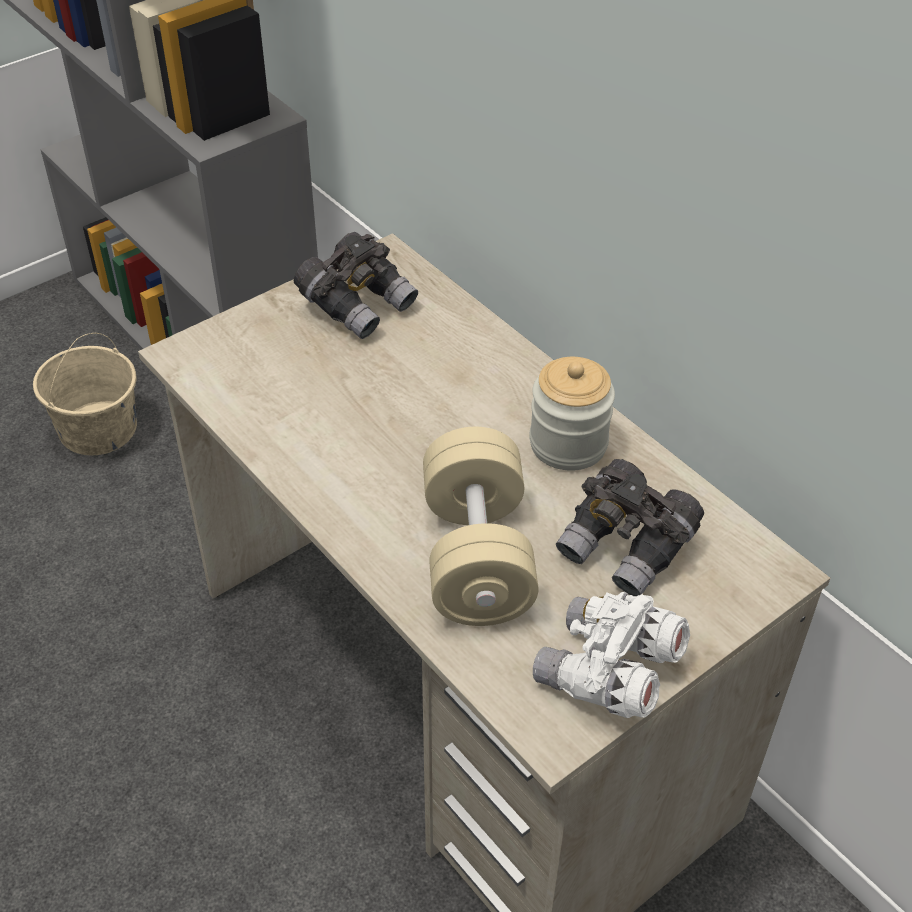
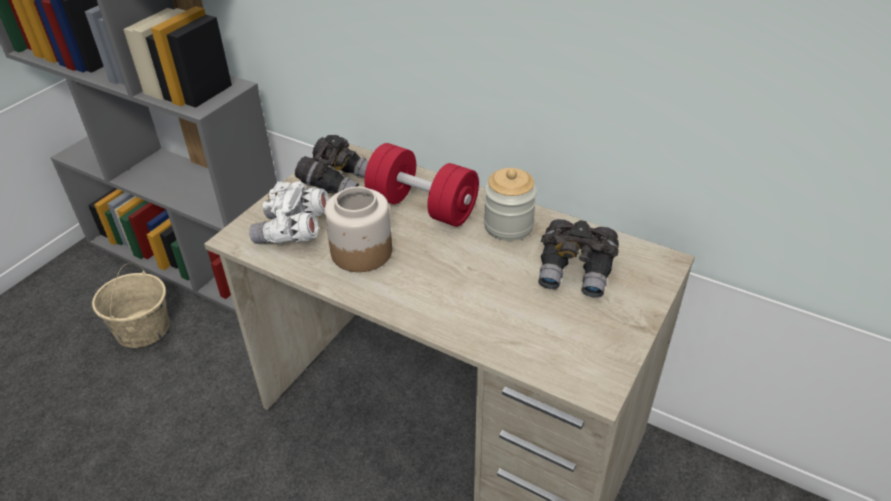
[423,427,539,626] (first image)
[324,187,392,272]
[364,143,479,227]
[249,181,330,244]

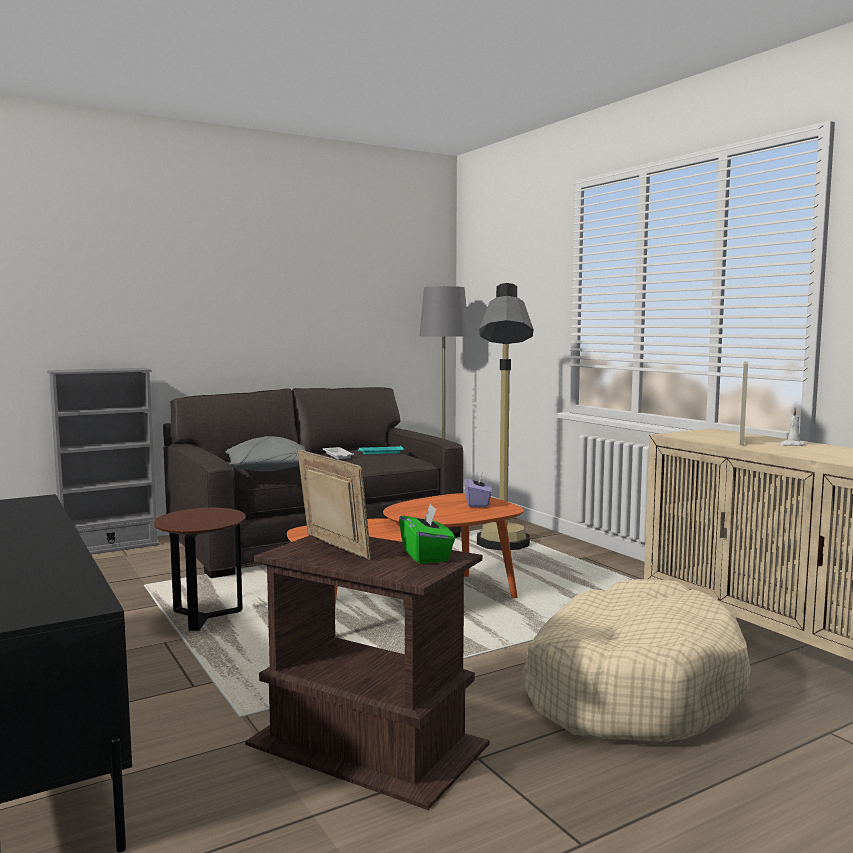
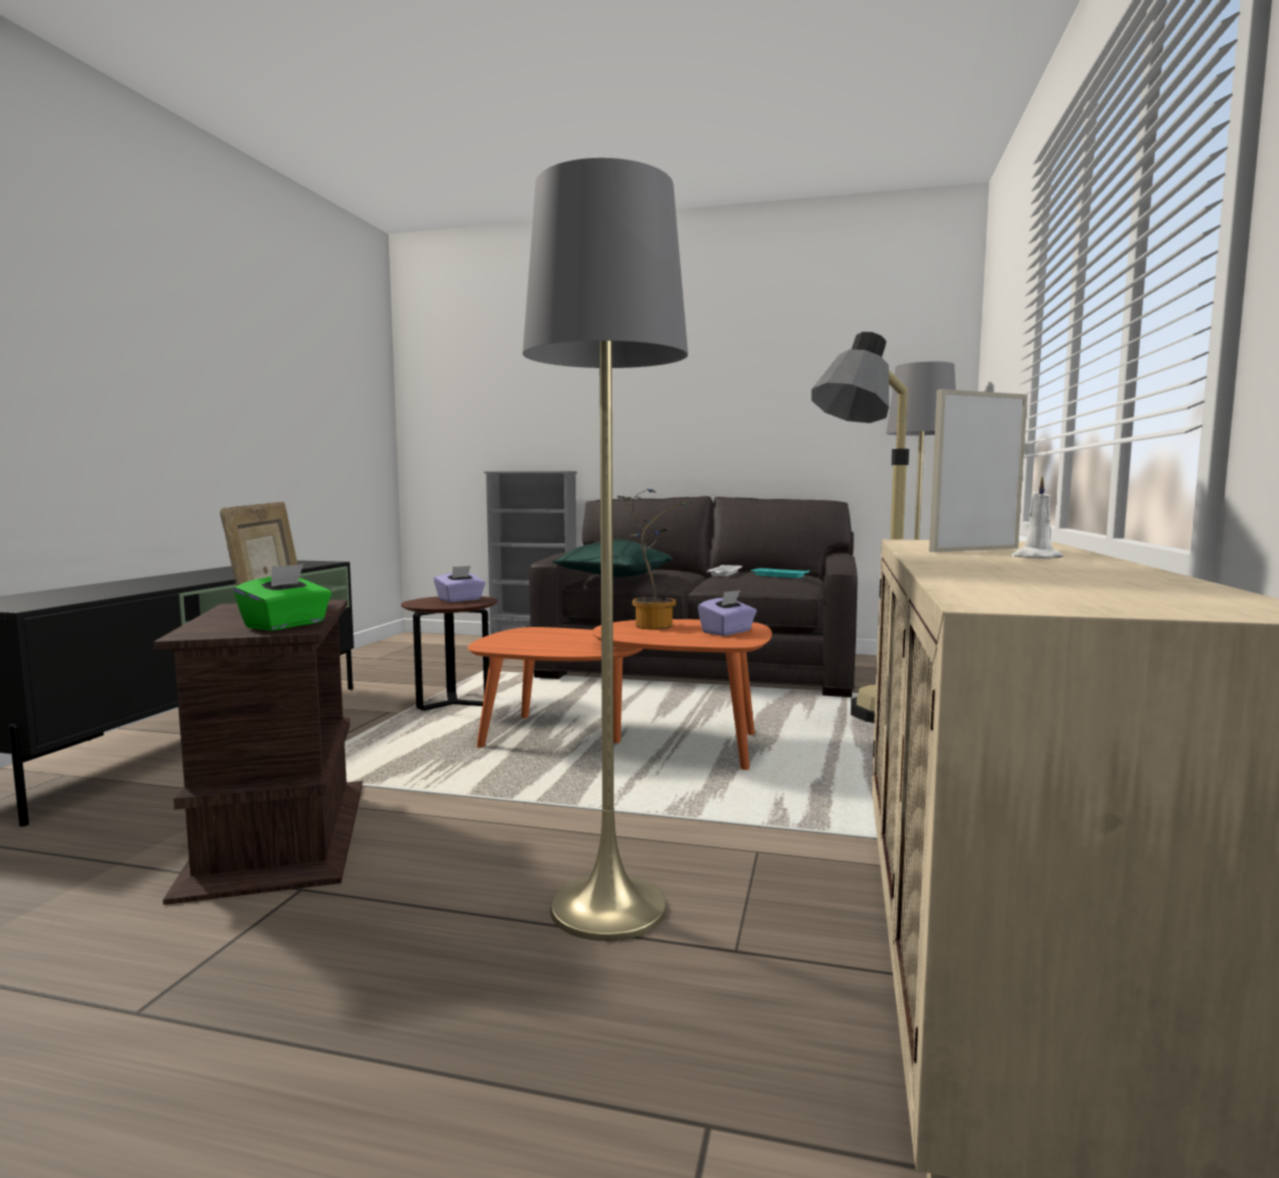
[434,566,485,602]
[617,489,691,630]
[523,158,688,941]
[552,539,673,577]

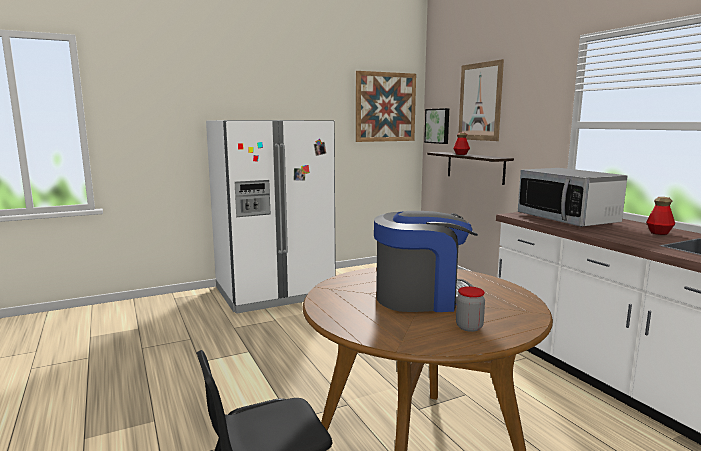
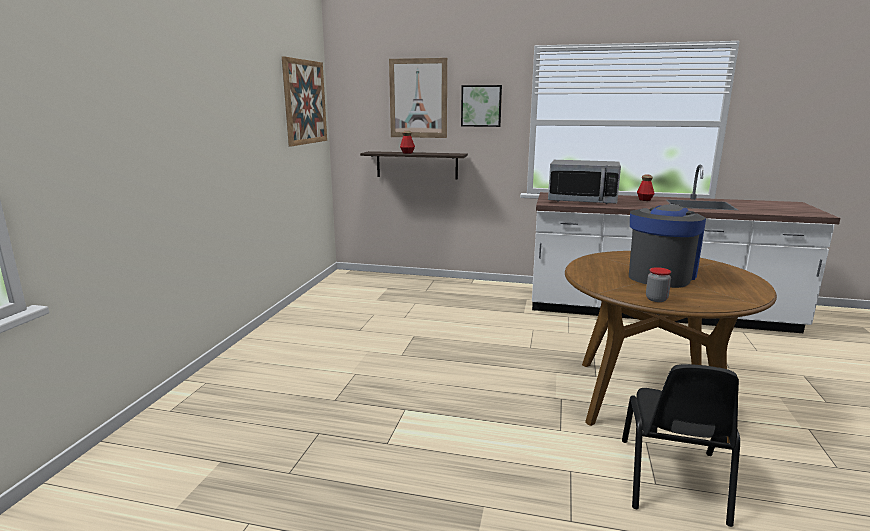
[206,120,336,314] (first image)
[461,85,502,127]
[646,267,671,302]

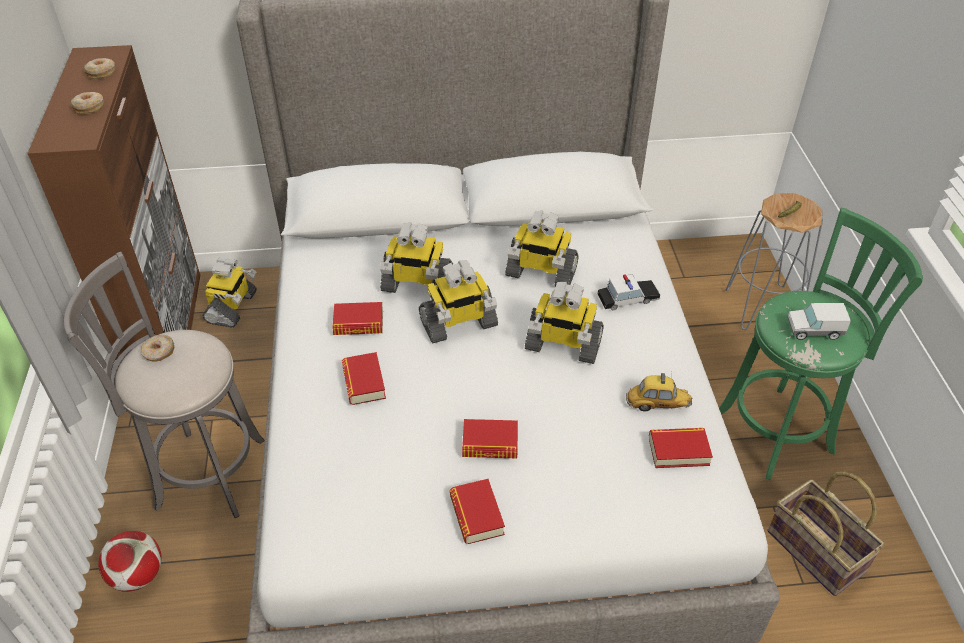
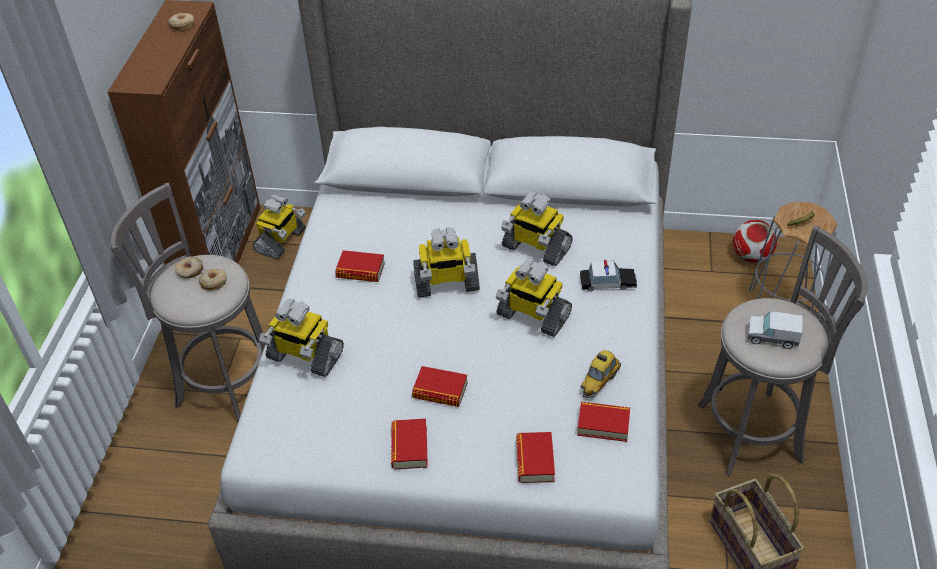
[199,269,227,291]
[733,220,777,263]
[516,432,555,483]
[259,299,344,377]
[697,225,867,476]
[581,350,621,399]

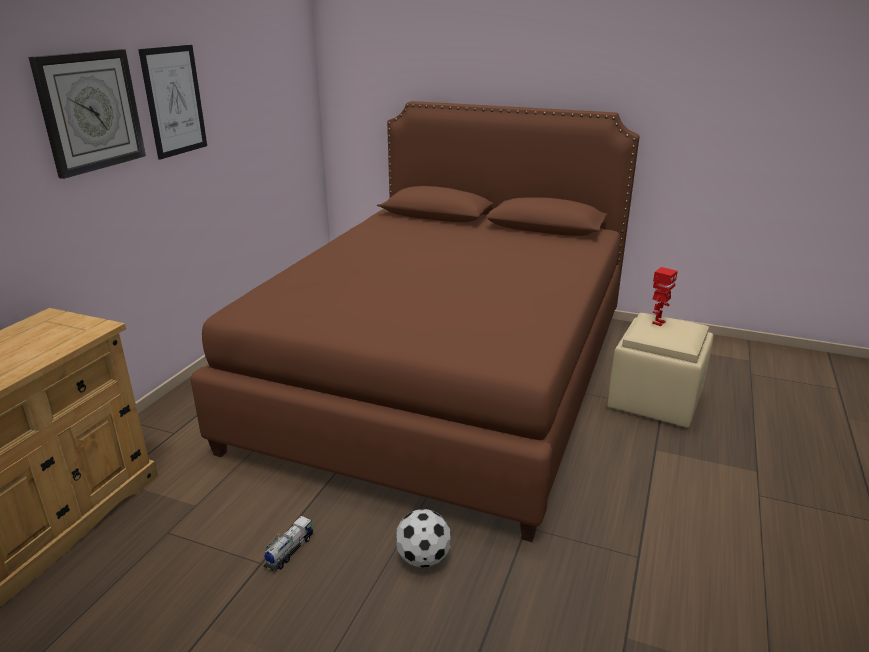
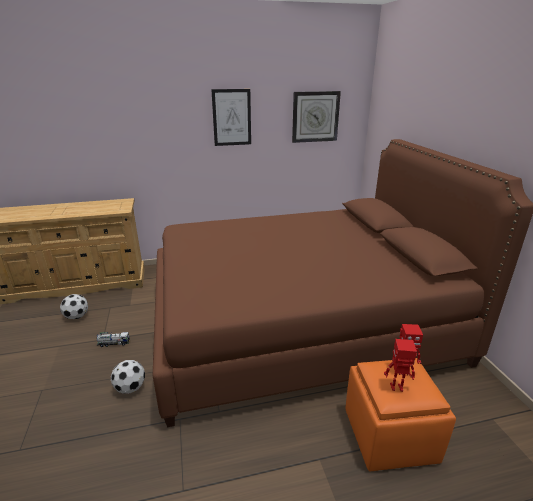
[60,294,88,319]
[384,339,417,392]
[292,91,341,143]
[345,358,456,471]

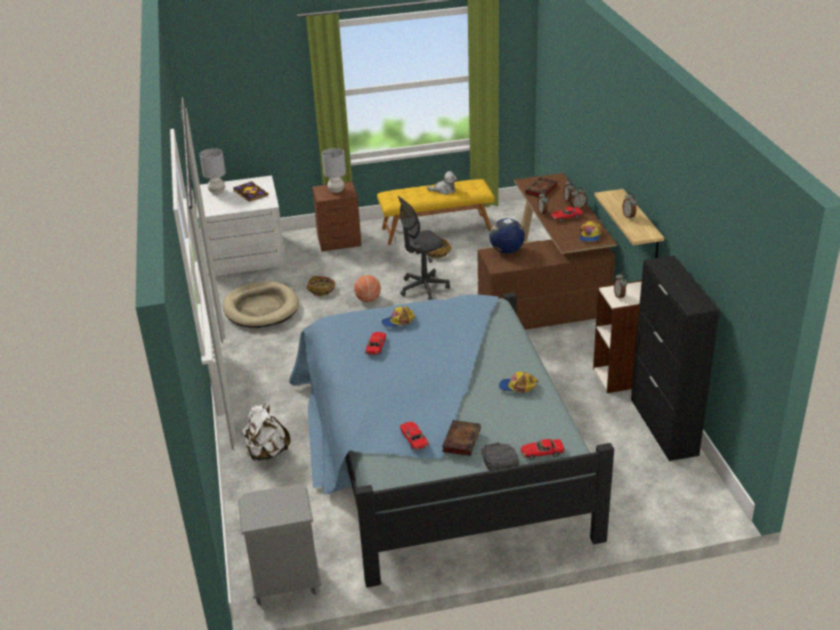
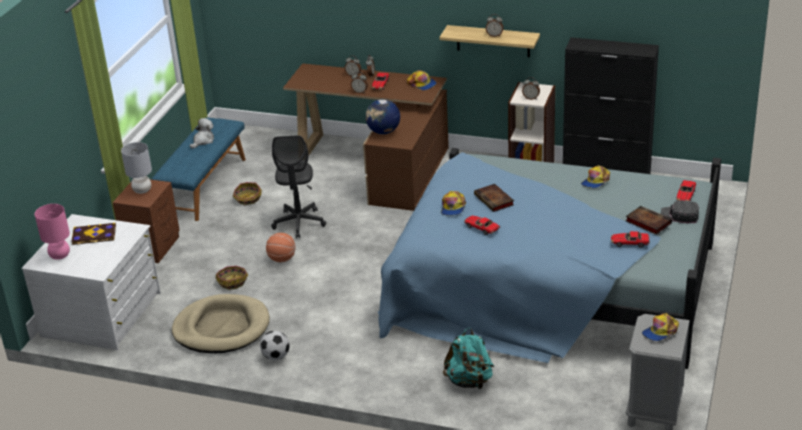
[260,331,290,360]
[642,313,679,341]
[474,184,514,212]
[35,204,70,260]
[443,328,494,389]
[151,118,246,221]

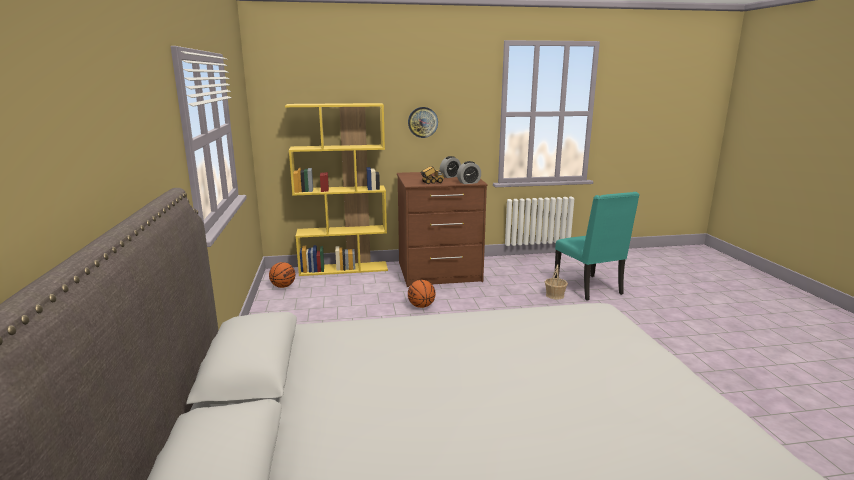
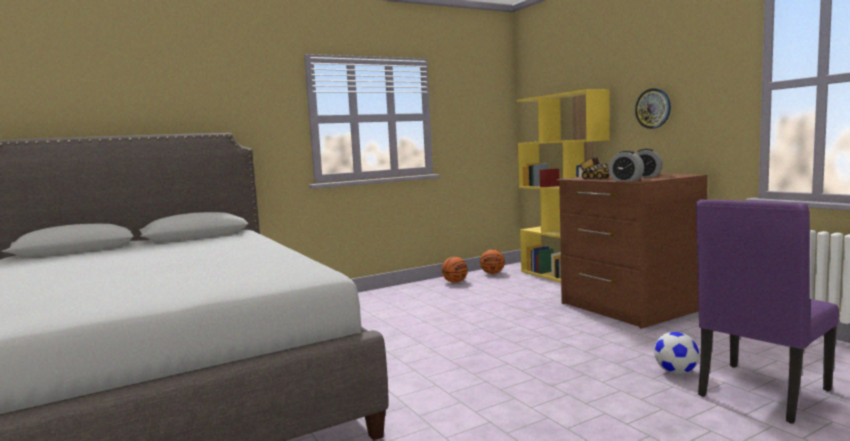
[442,257,468,283]
[654,332,699,374]
[696,199,839,424]

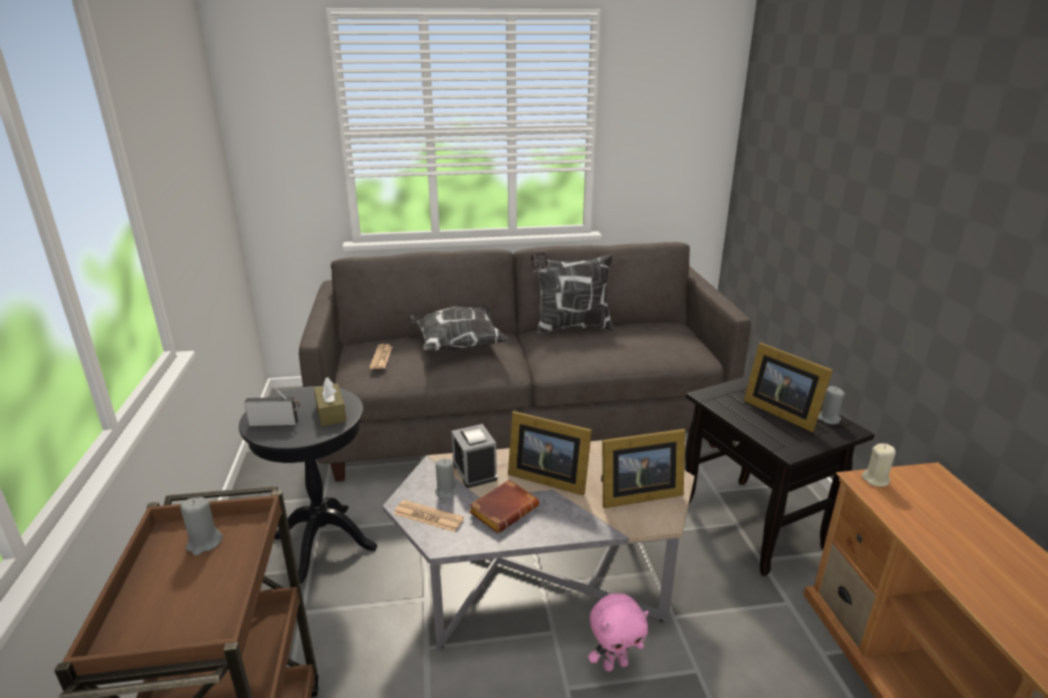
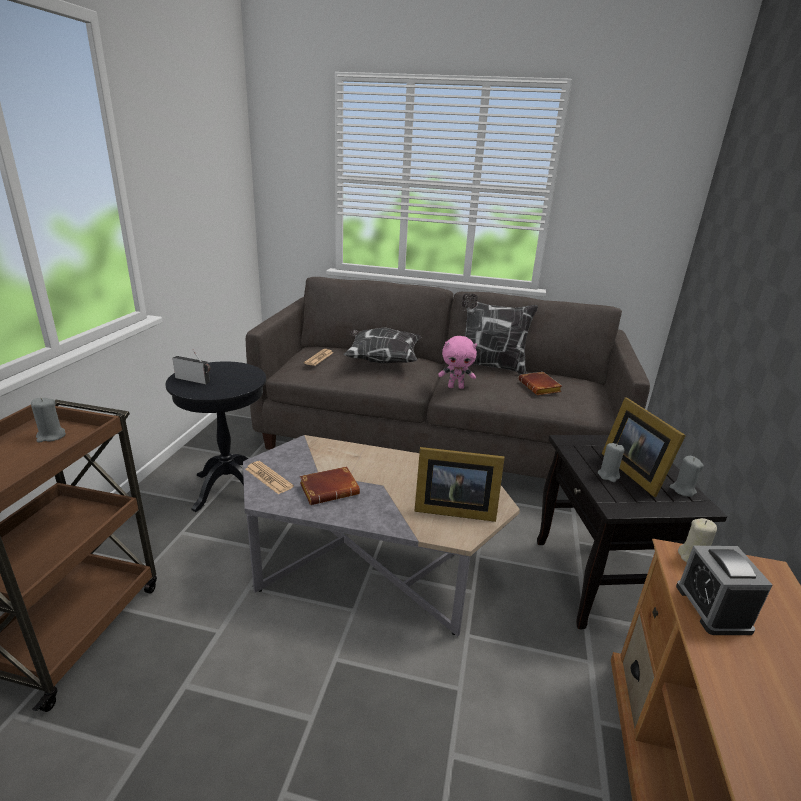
[314,377,347,426] (first image)
[508,411,592,496] (first image)
[518,372,562,395]
[598,443,624,482]
[676,546,772,635]
[438,336,477,389]

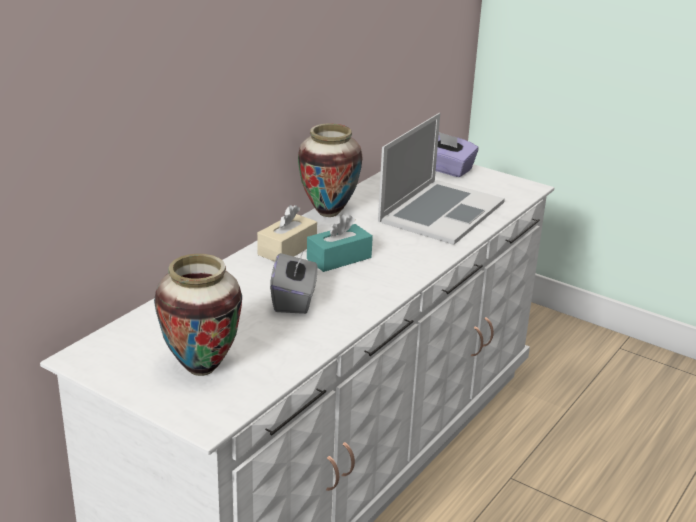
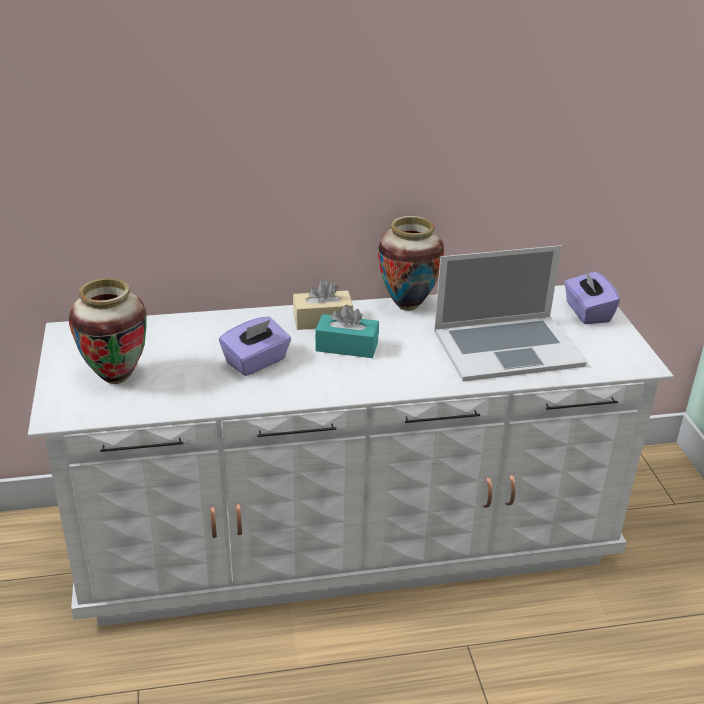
[219,317,291,376]

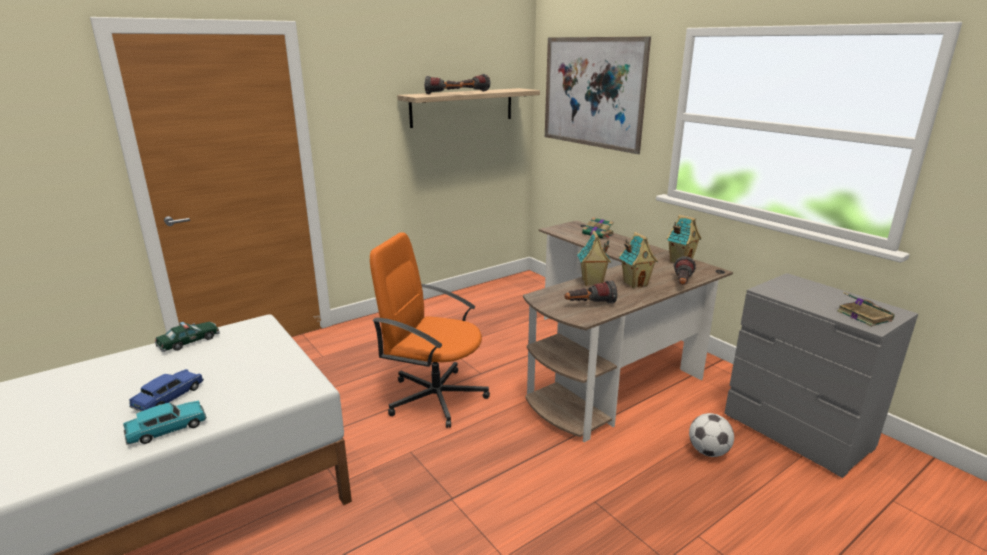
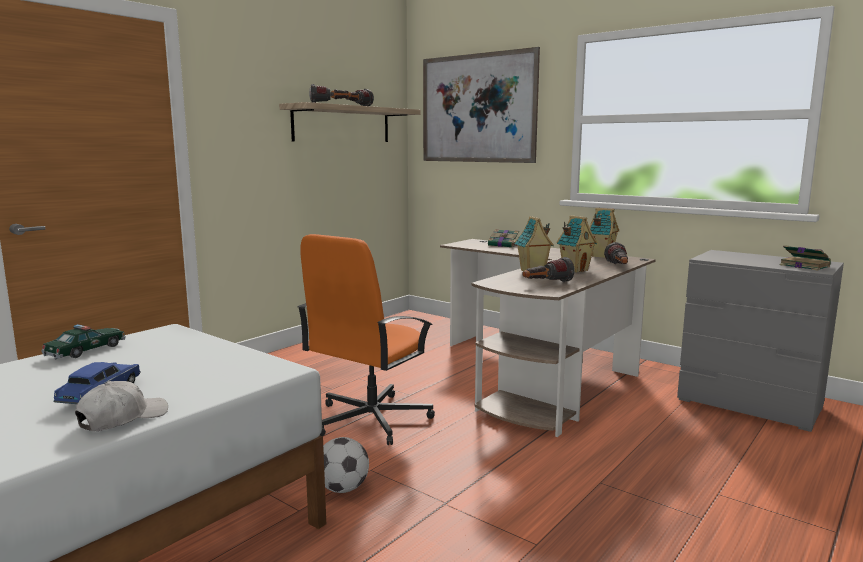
[323,437,369,493]
[75,381,168,431]
[297,234,435,445]

